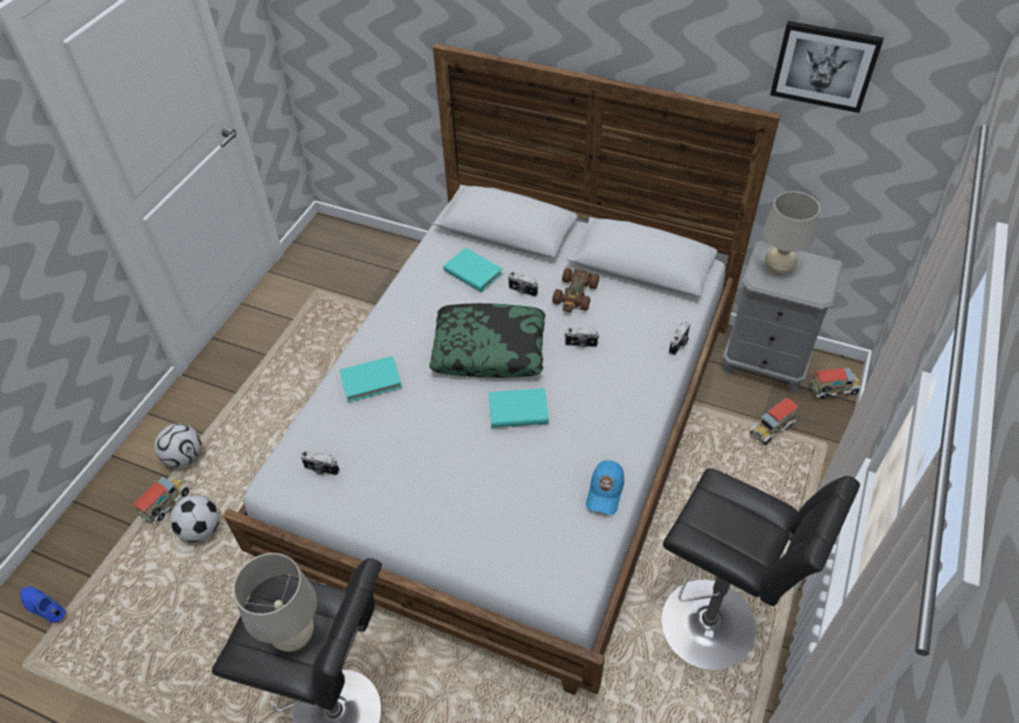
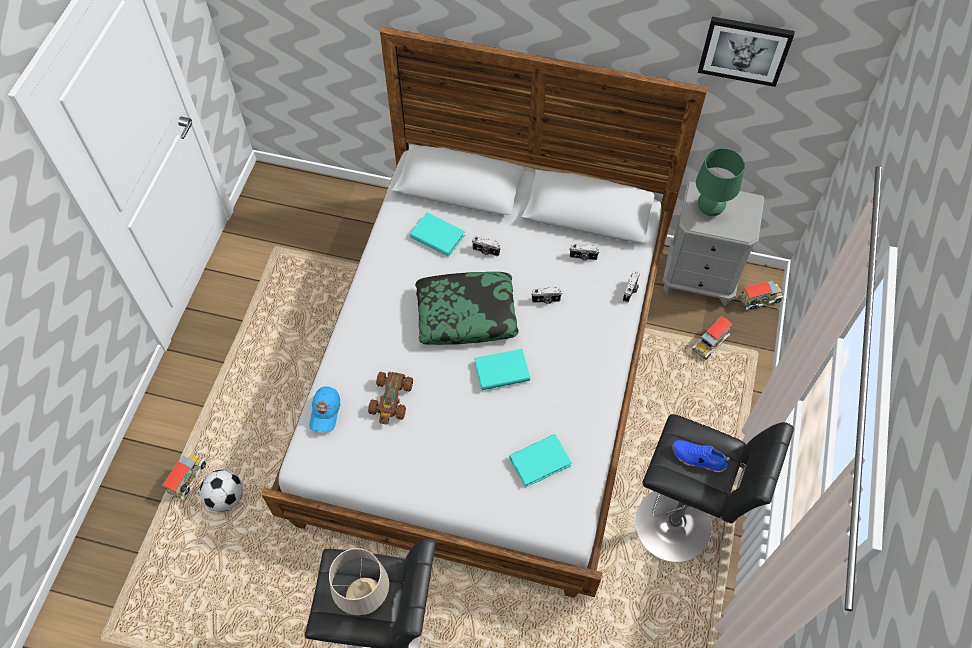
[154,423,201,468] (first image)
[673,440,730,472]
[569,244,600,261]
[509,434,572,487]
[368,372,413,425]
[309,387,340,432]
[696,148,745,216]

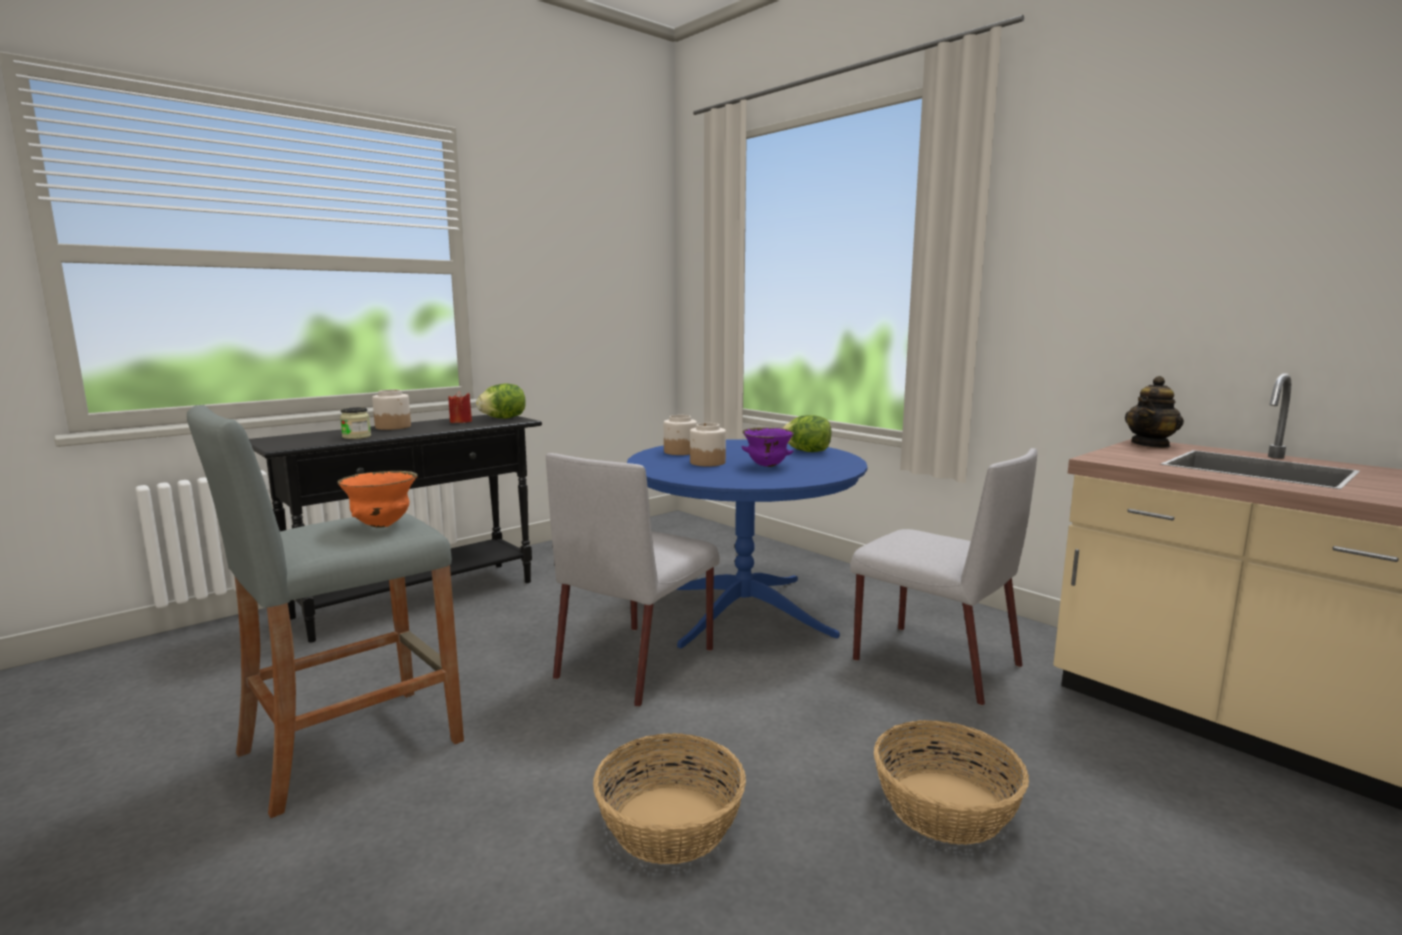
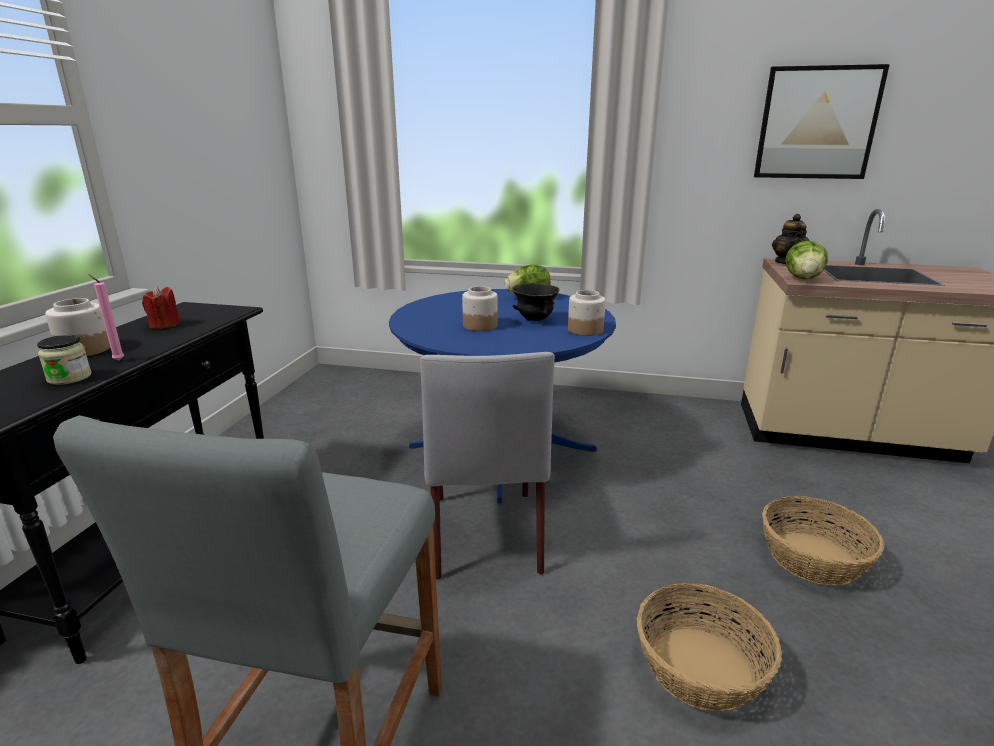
[337,471,418,528] (first image)
[850,448,1037,706] (first image)
[88,274,124,361]
[754,64,890,179]
[786,241,828,279]
[568,290,606,336]
[512,283,560,321]

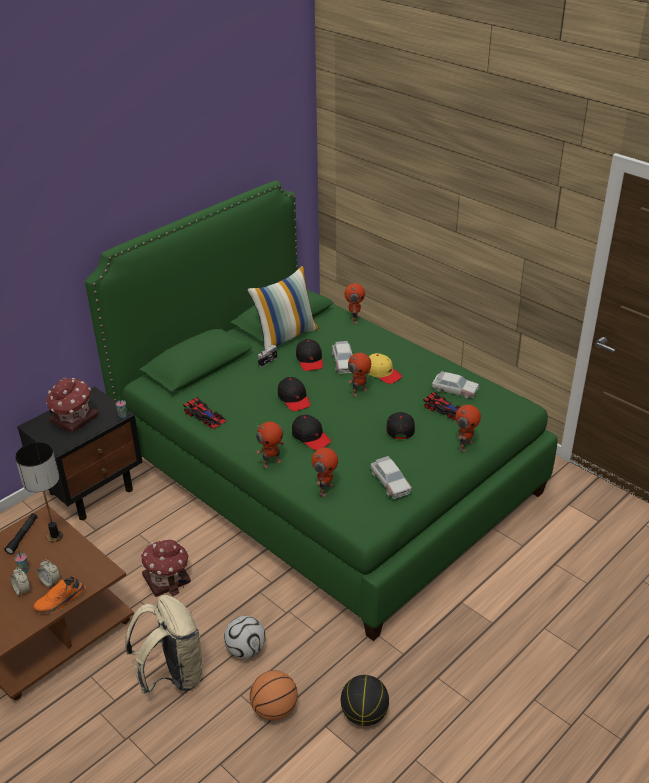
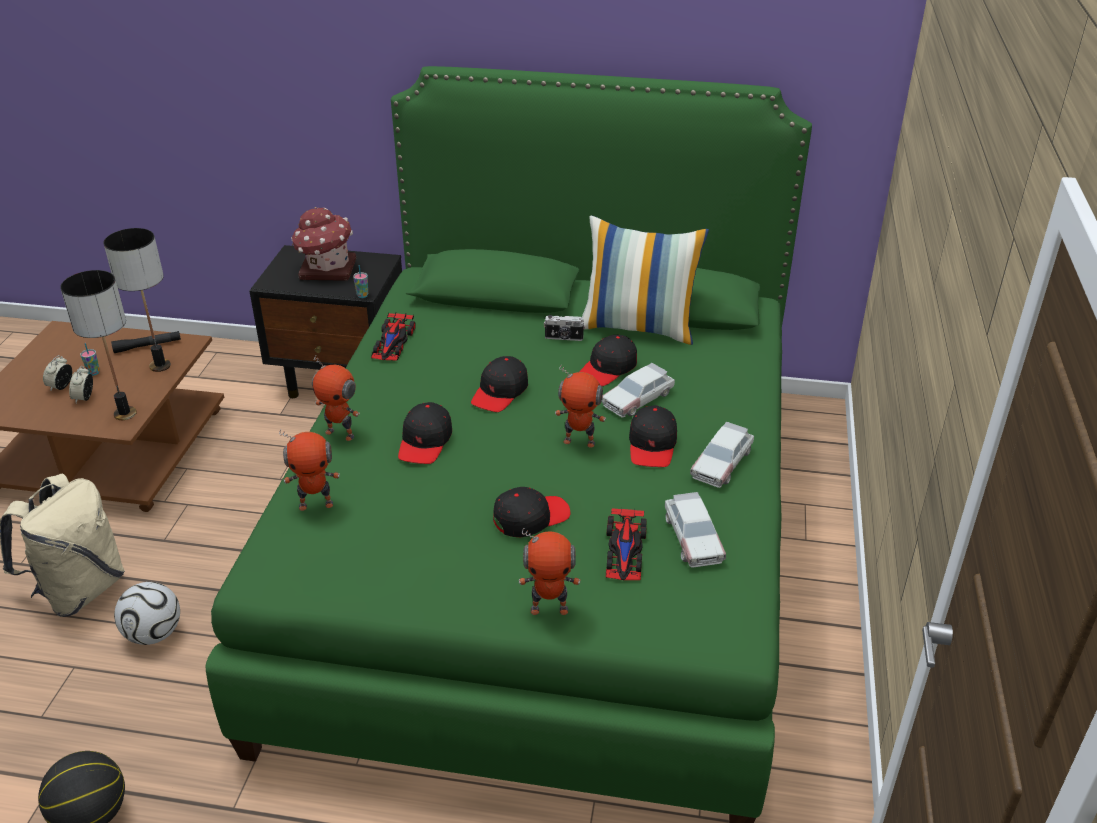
[33,576,86,614] (first image)
[141,540,191,597] (first image)
[250,670,298,721] (first image)
[344,283,365,324] (first image)
[60,270,137,420]
[690,422,754,488]
[629,405,677,467]

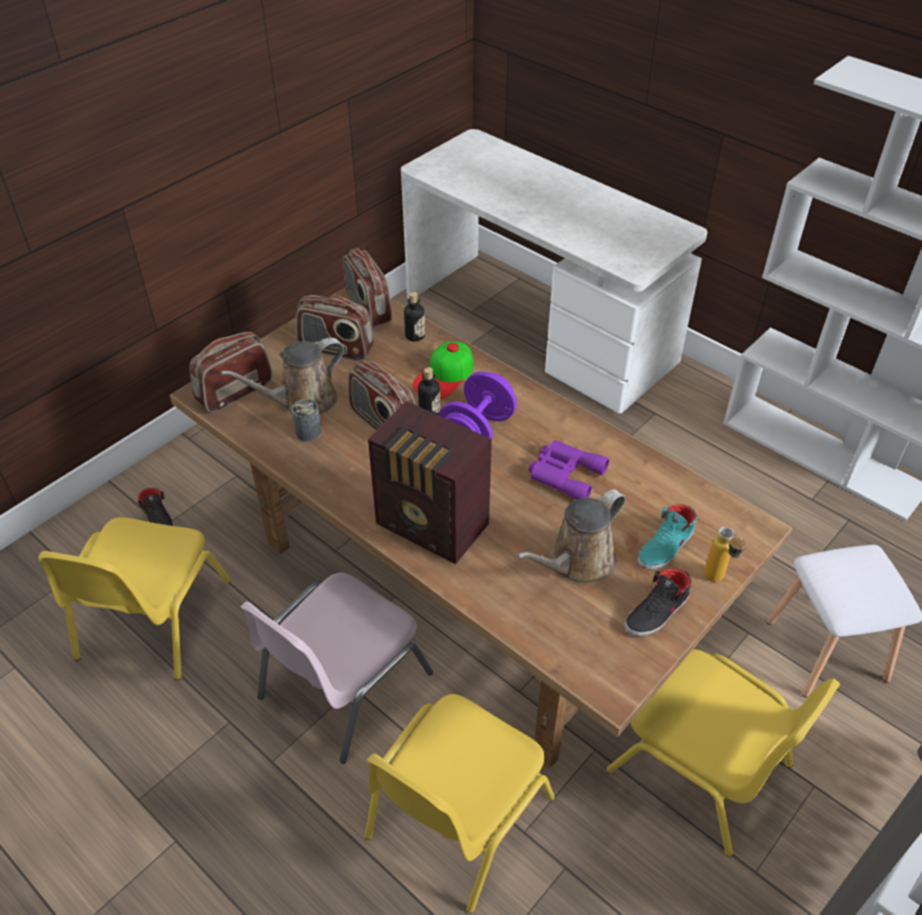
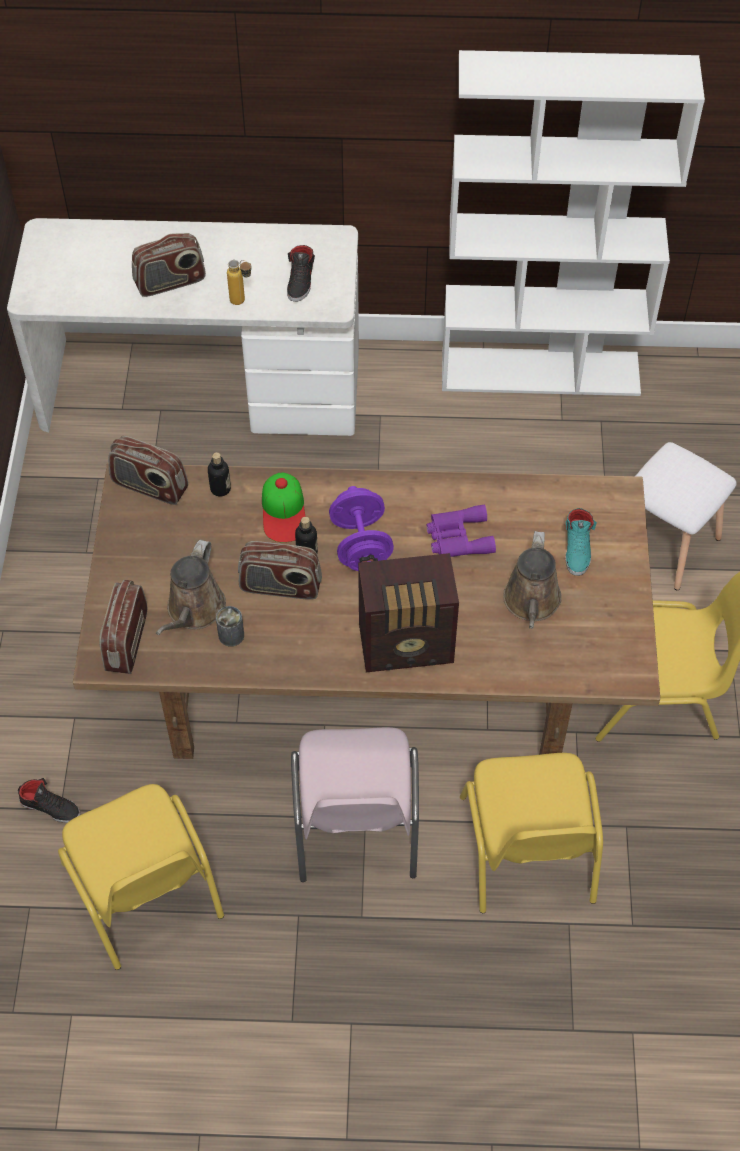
[132,233,206,297]
[287,245,315,302]
[227,260,252,305]

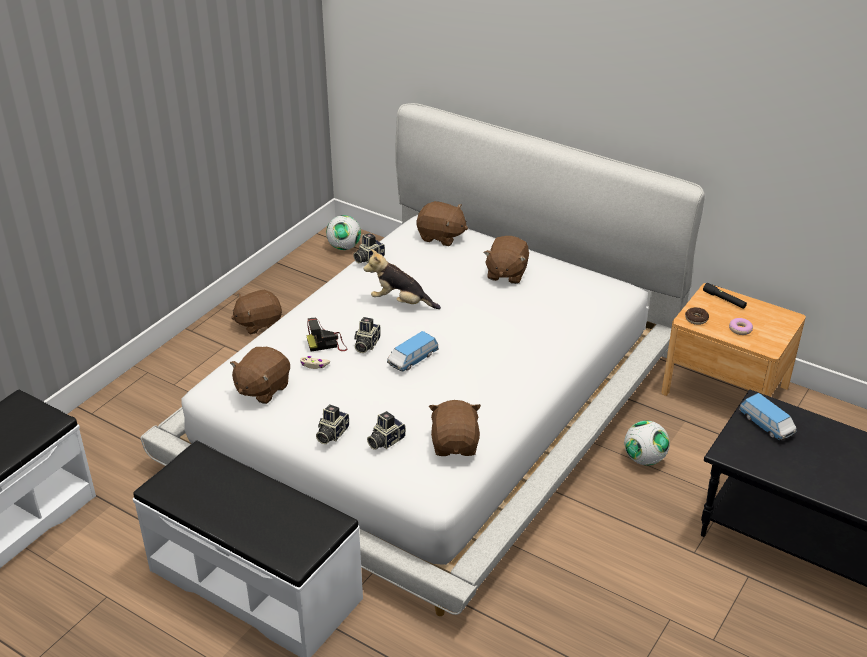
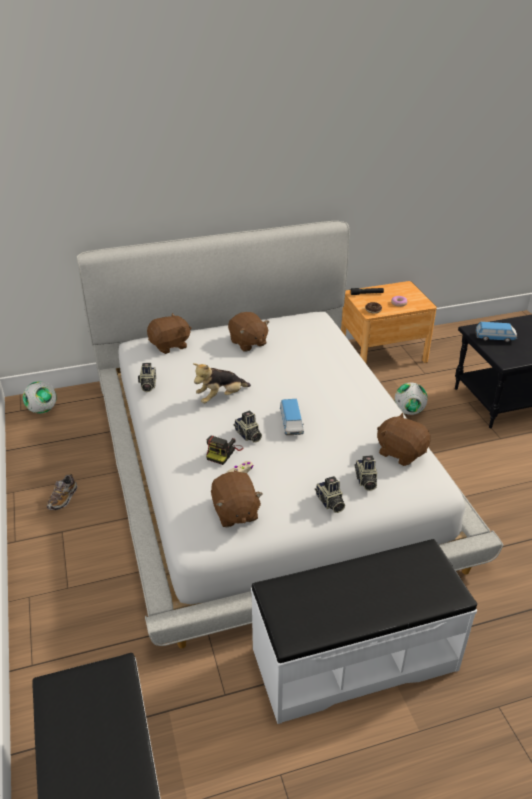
[47,474,77,510]

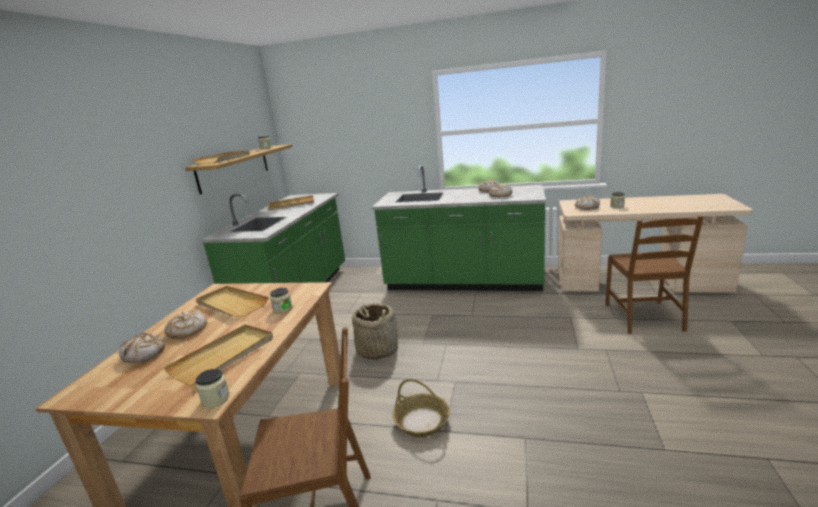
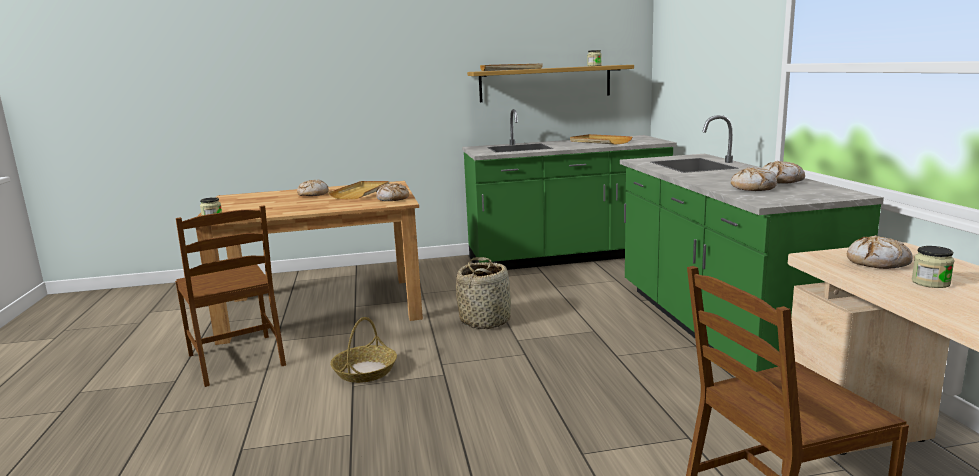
[163,324,273,386] (first image)
[270,288,293,314] (first image)
[376,183,409,201]

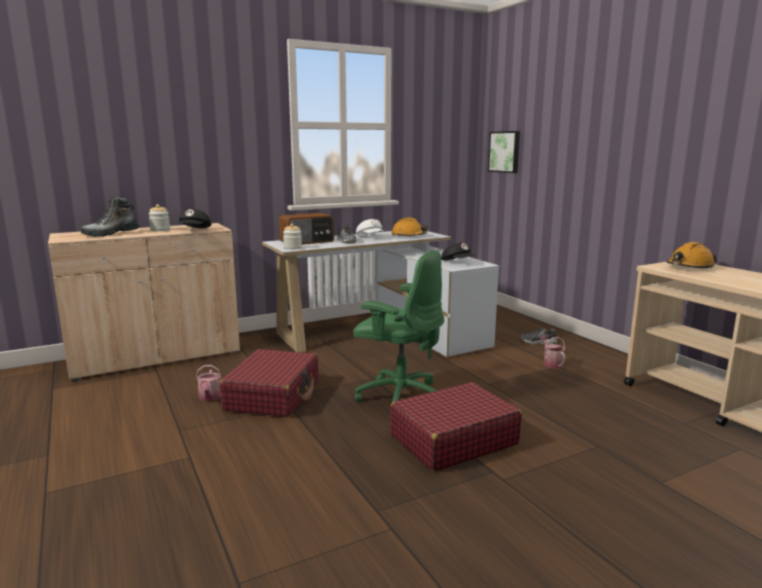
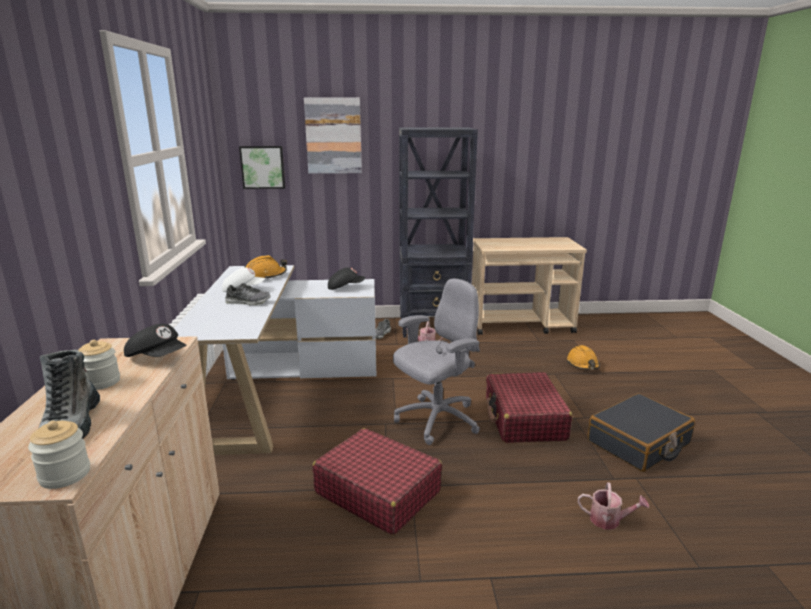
[279,213,334,245] (first image)
[304,97,362,174]
[399,127,478,338]
[588,393,695,472]
[578,483,649,530]
[28,421,90,489]
[567,345,600,370]
[393,279,480,445]

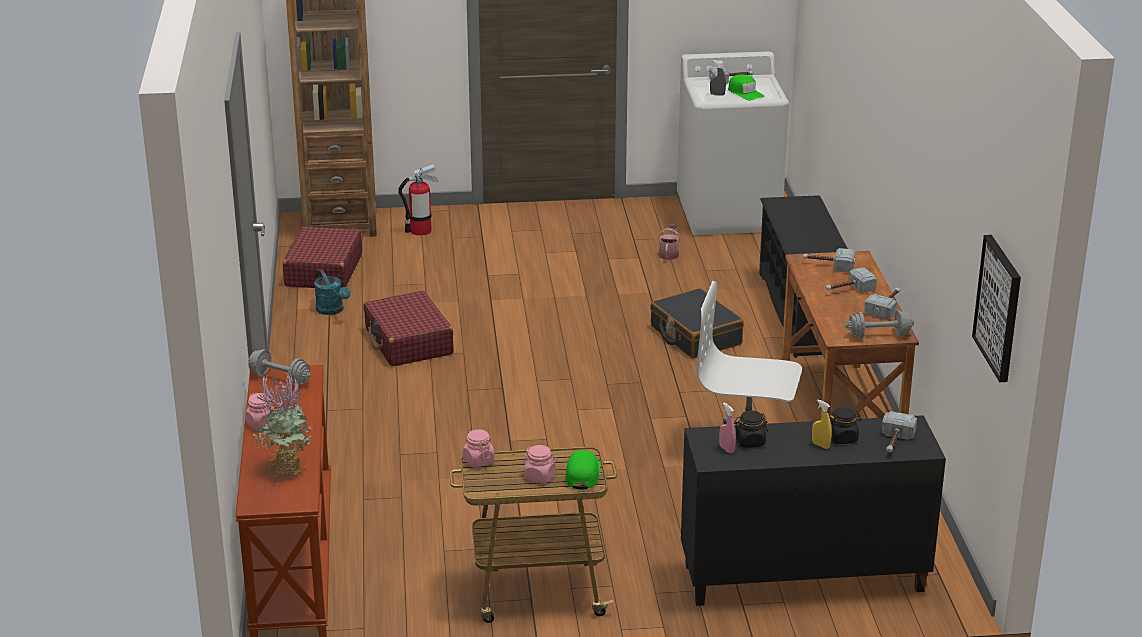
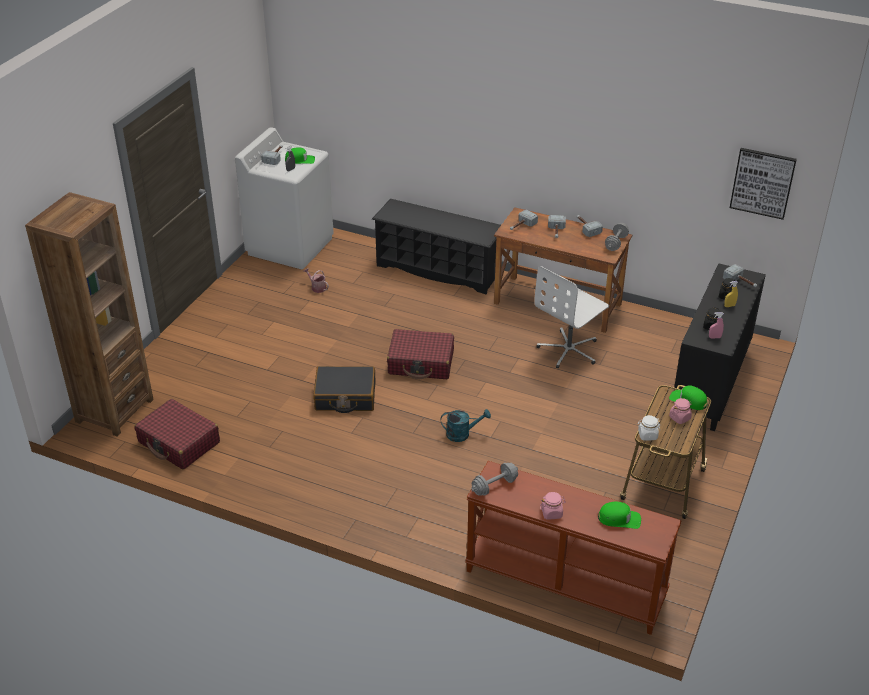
[398,164,438,236] (first image)
[441,409,491,442]
[387,329,454,379]
[313,366,375,413]
[598,501,641,529]
[637,415,661,441]

